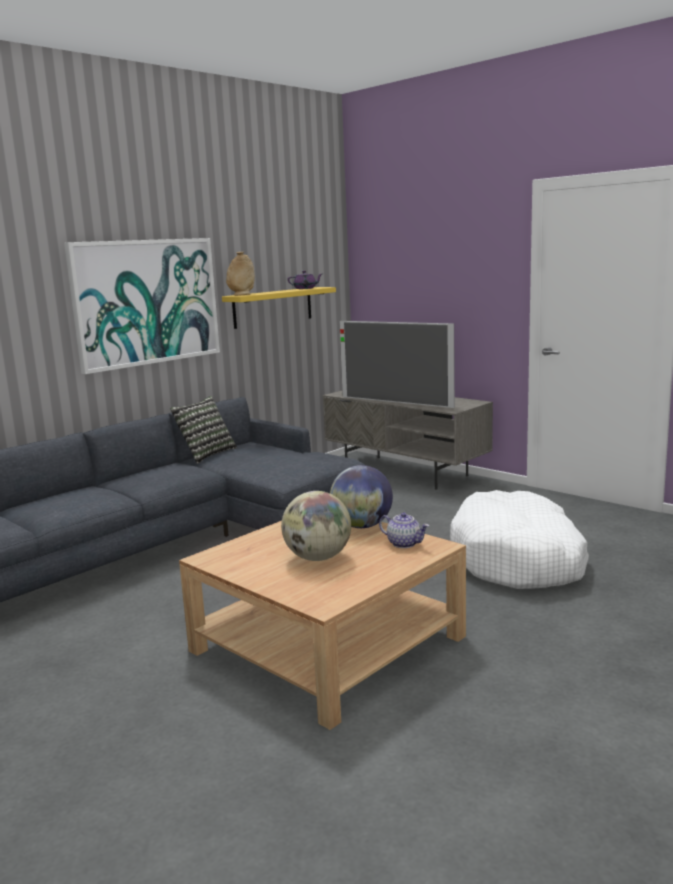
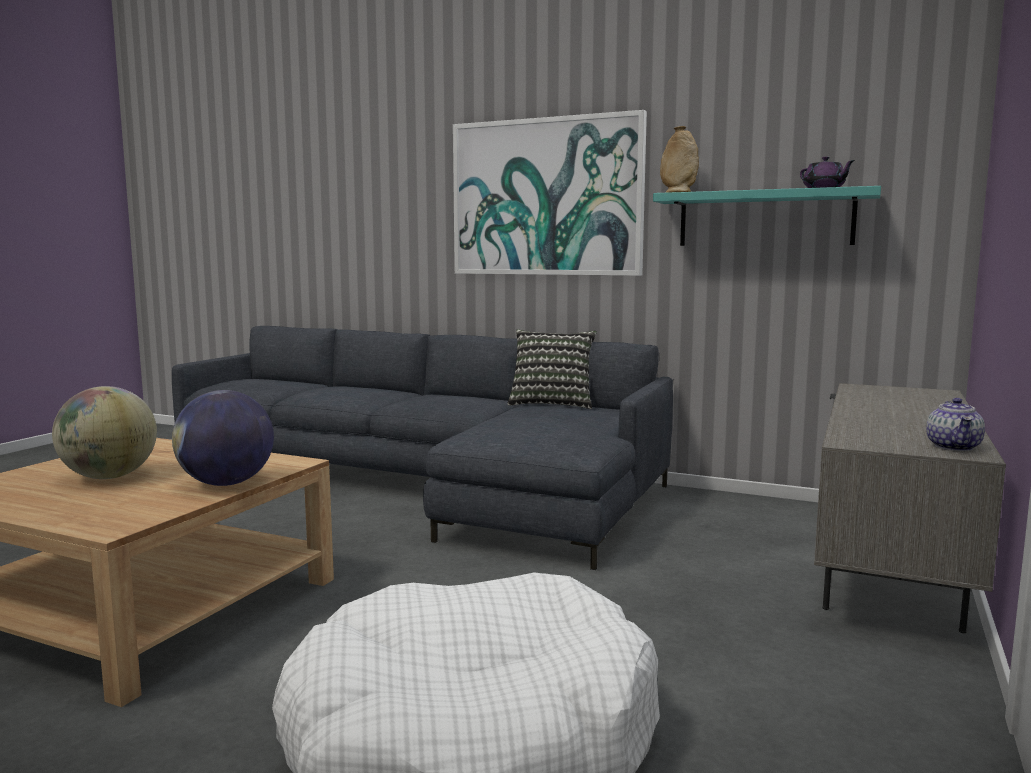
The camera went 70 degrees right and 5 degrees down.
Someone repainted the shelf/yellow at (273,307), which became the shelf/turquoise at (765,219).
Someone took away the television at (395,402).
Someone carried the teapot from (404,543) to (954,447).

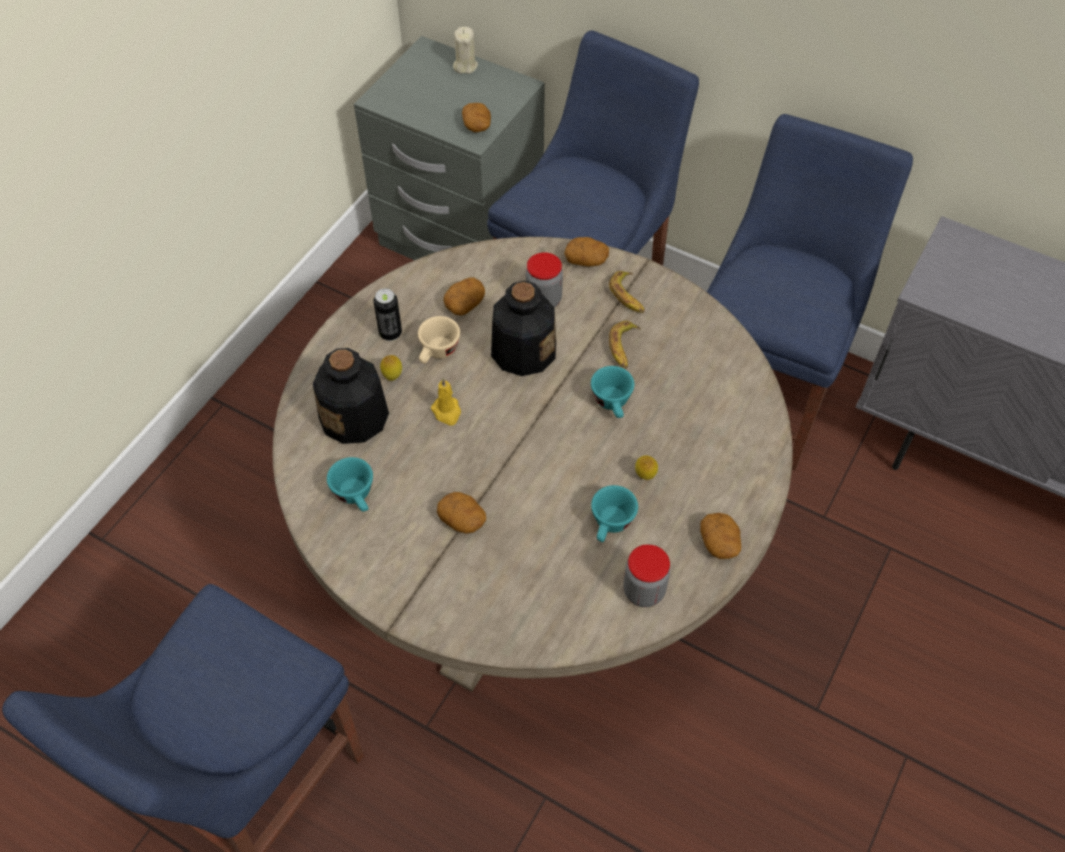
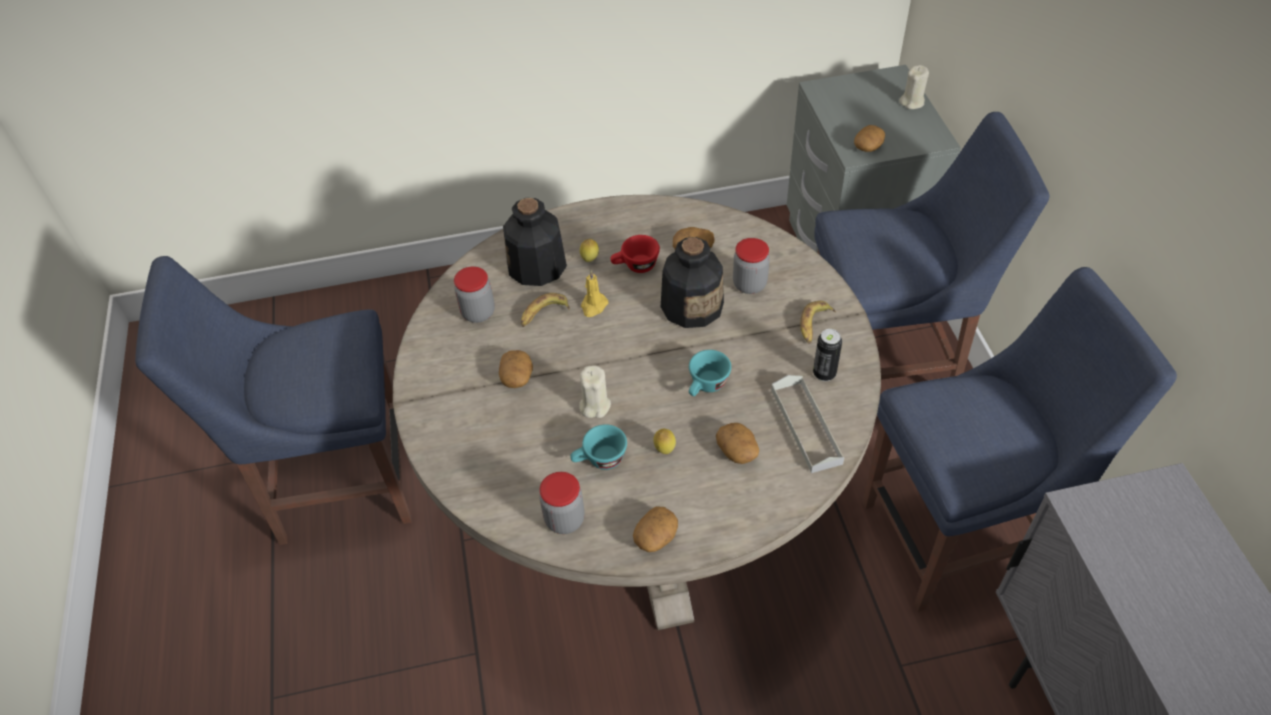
The camera went 50 degrees right and 5 degrees down.
Someone carried the potato from (586,260) to (737,451).
Someone carried the can from (390,333) to (824,373).
Someone repainted the cup/beige at (437,353), which became the cup/red at (635,266).
Someone carried the banana from (623,348) to (543,314).
Someone swapped the cup/turquoise at (356,496) for the jar at (478,312).
Someone put down the candle/beige at (594,405).
Someone put down the tray/grey at (806,426).

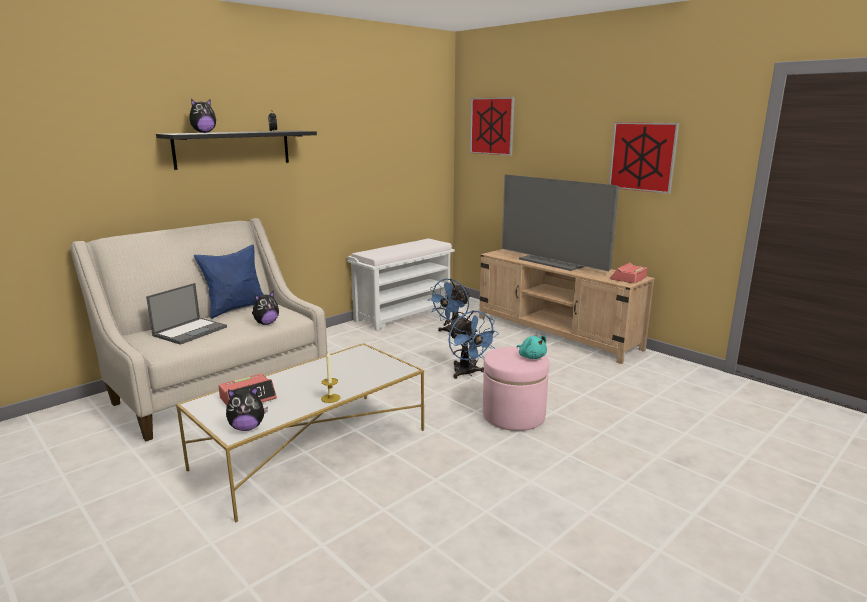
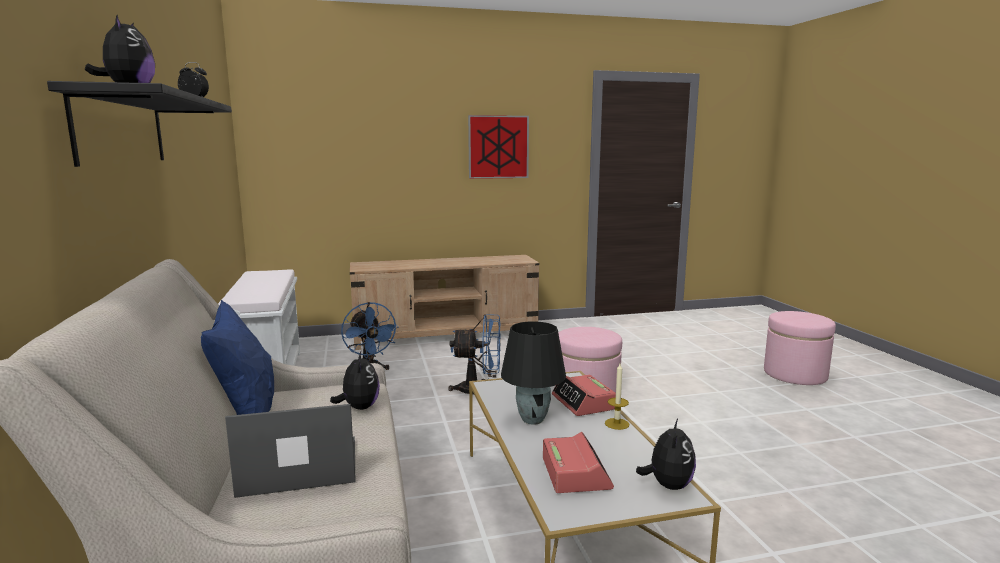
The camera went 60 degrees left and 5 degrees down.
Someone took away the picture at (492,126).
Someone took away the television at (554,262).
Someone carried the alarm clock from (628,278) to (583,403).
Someone rotated the laptop at (190,331) by 75 degrees counterclockwise.
Someone took away the plush toy/turquoise at (531,357).
Someone put down the ottoman/pink at (795,374).
Someone put down the table lamp/black at (532,419).

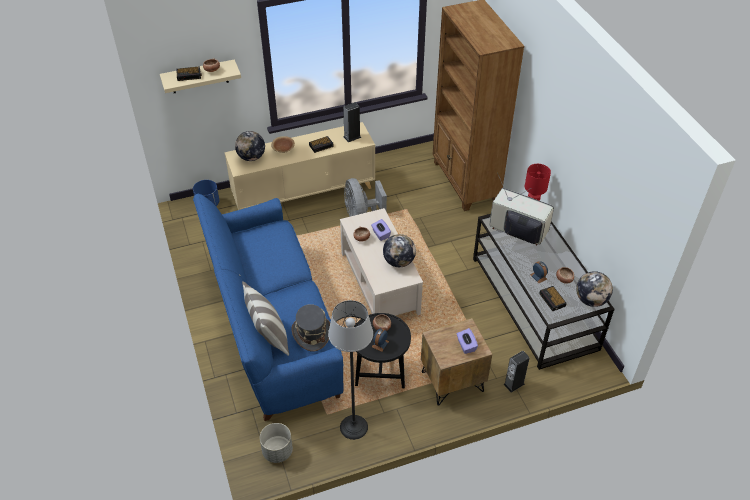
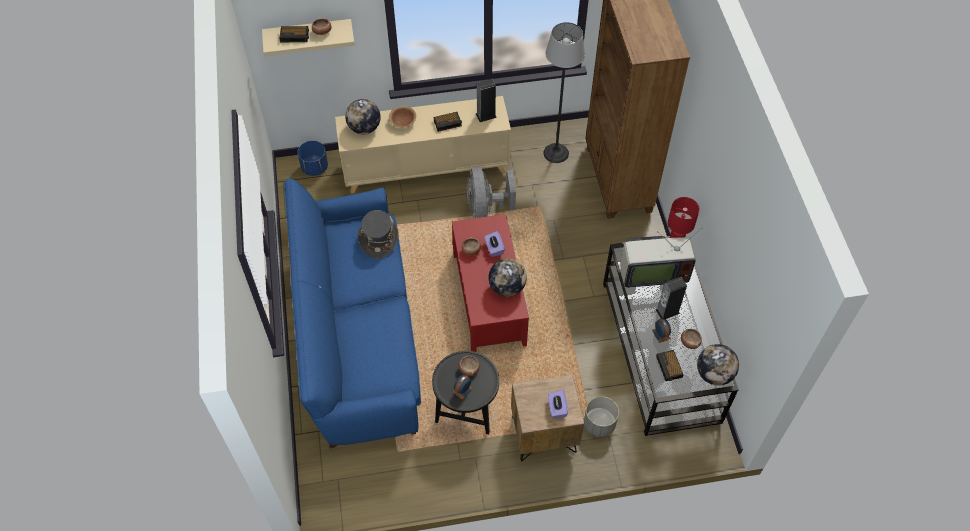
The camera went 10 degrees right and 10 degrees up.
Someone rotated the television at (518,232) by 135 degrees clockwise.
Someone repainted the coffee table/beige at (379,283), which became the coffee table/red at (488,299).
Someone took away the pillow at (268,336).
Someone carried the floor lamp from (354,427) to (556,153).
Someone carried the hat/grey from (311,333) to (378,239).
Someone carried the speaker from (514,384) to (667,311).
Someone carried the planter/grey from (277,451) to (599,424).

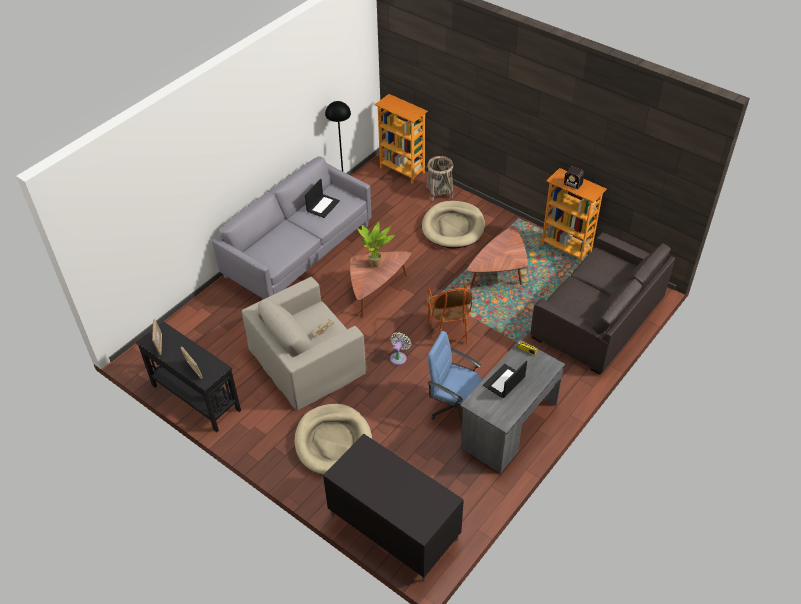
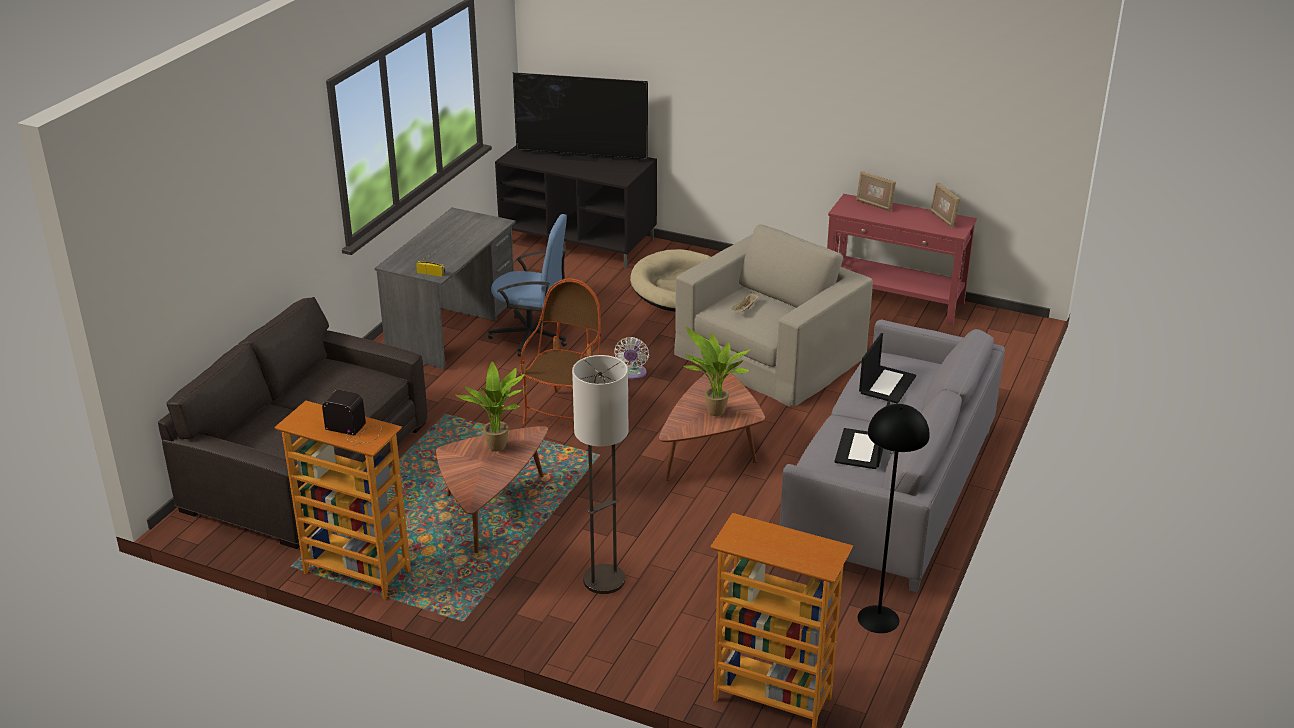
The camera went 165 degrees right and 15 degrees down.
Someone took away the basket at (439,192).
Someone swapped the dog bed/beige at (453,227) for the floor lamp at (604,580).
Someone rotated the armchair at (448,331) by 45 degrees clockwise.
Someone repainted the console table/black at (196,397), which became the console table/red at (894,301).
Someone carried the laptop from (504,382) to (887,384).
Someone put down the television at (581,156).
Someone put down the potted plant at (499,448).

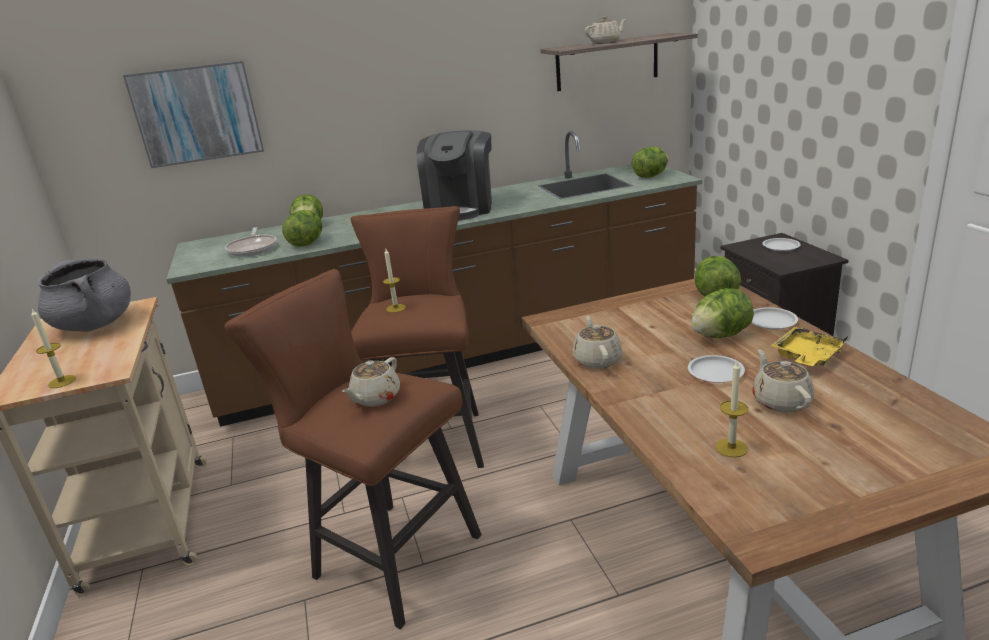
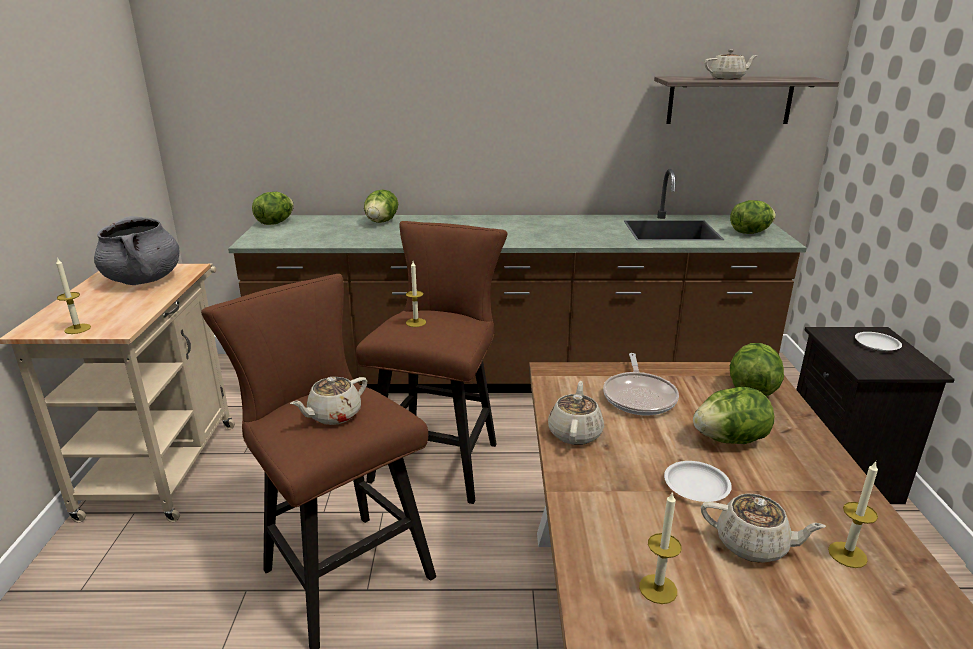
The camera went 15 degrees right and 0 degrees up.
Someone took away the picture at (197,114).
Someone took away the coffee machine at (461,208).
Someone carried the lettuce from (307,243) to (275,223).
Someone carried the frying pan from (253,249) to (639,396).
Someone took away the plate/white at (771,322).
Someone took away the tray/yellow at (806,356).
Someone rotated the teapot/beige at (781,401) by 105 degrees clockwise.
Someone put down the candle at (847,554).

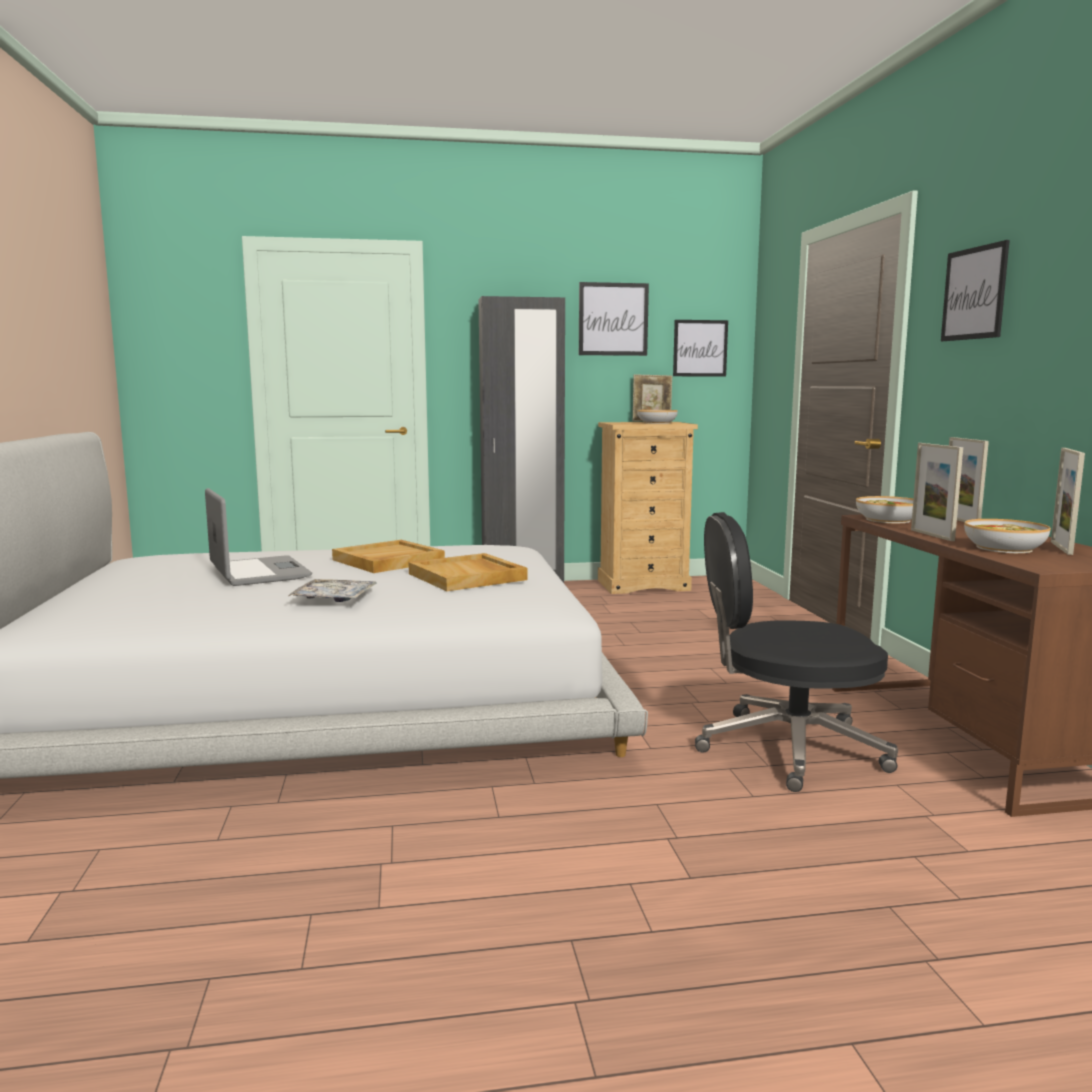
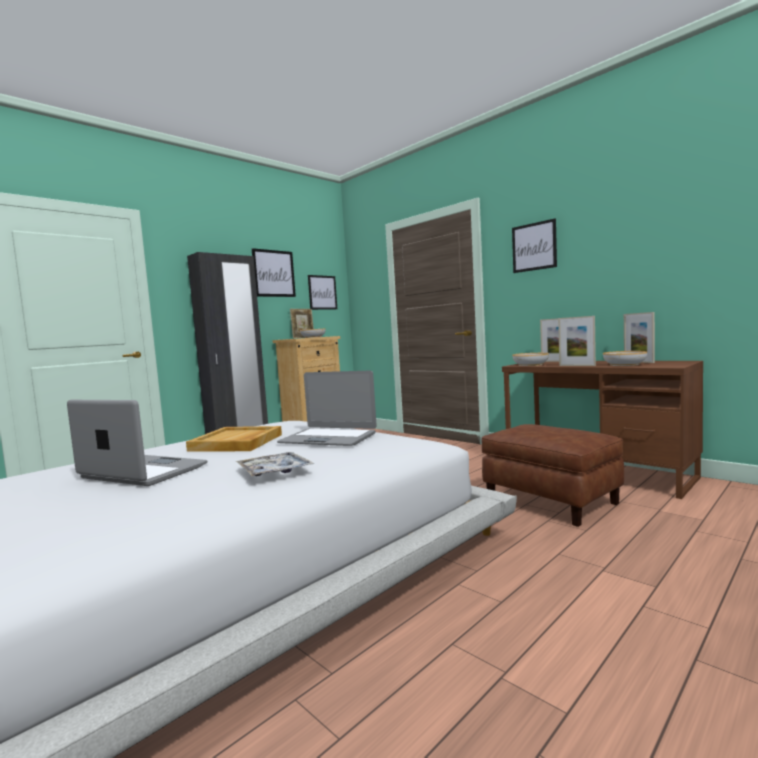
The camera went 35 degrees left and 5 degrees down.
Someone swapped the office chair/black at (787,749) for the ottoman/brown at (550,501).
Someone swapped the tray/beige at (468,577) for the laptop at (328,438).

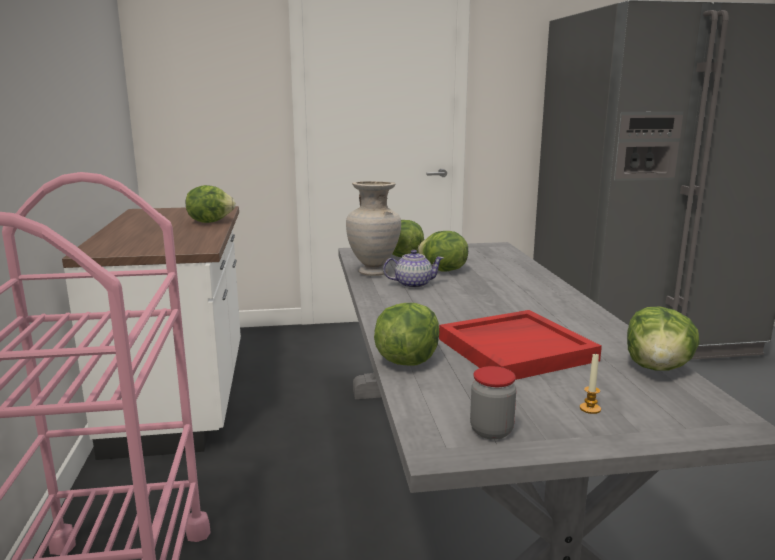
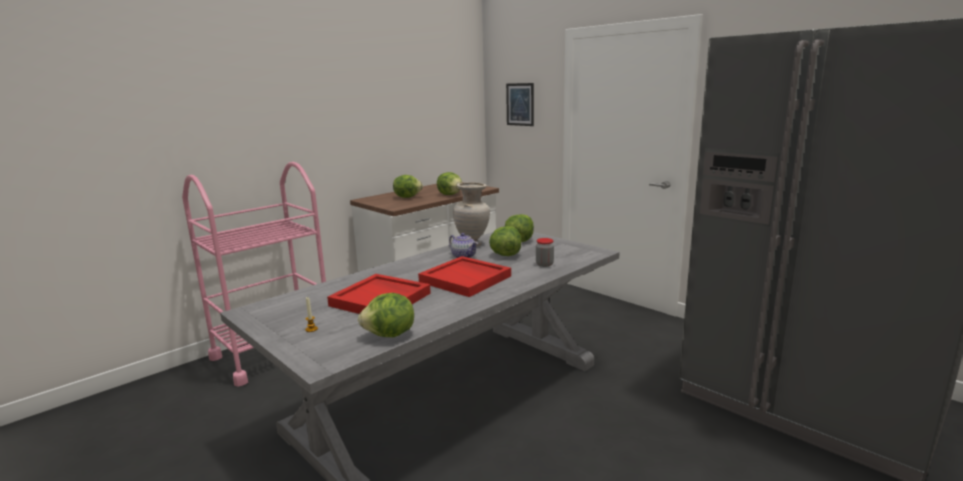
The camera went 55 degrees right and 0 degrees up.
Someone carried the lettuce from (406,360) to (407,197).
Someone carried the jar from (491,431) to (544,264).
Someone put up the picture at (520,104).
Someone put down the tray/red at (466,279).

